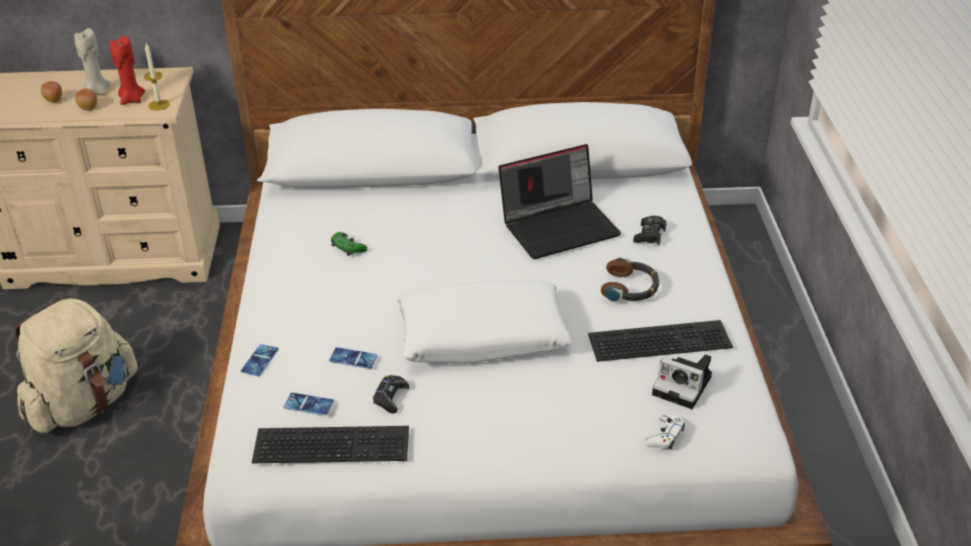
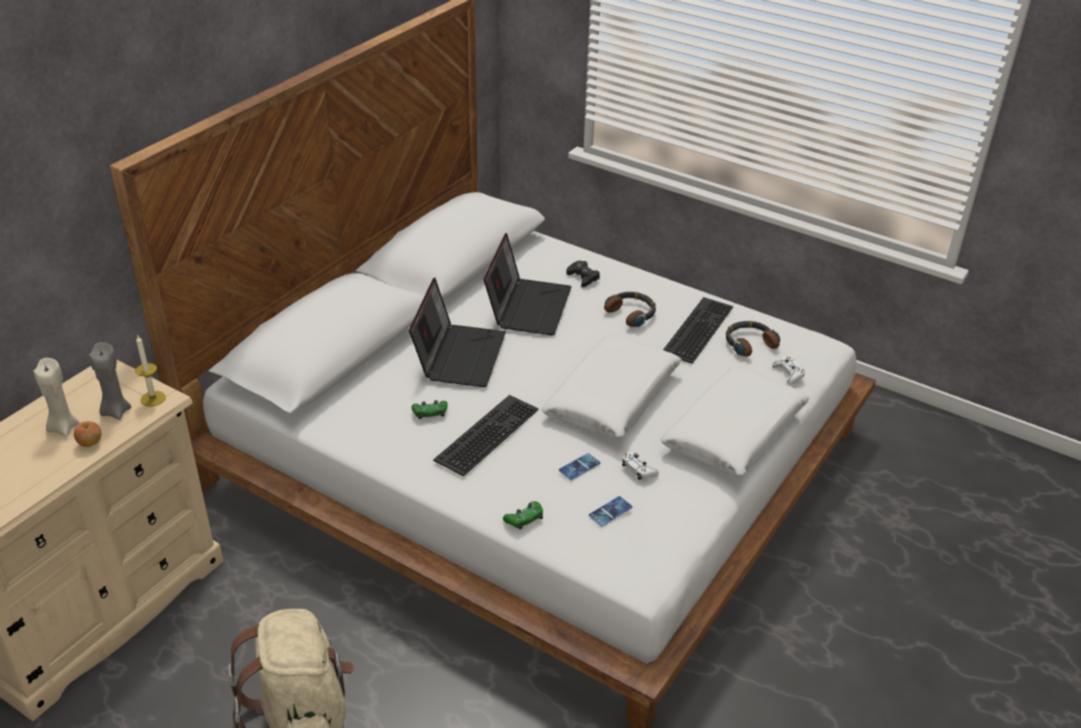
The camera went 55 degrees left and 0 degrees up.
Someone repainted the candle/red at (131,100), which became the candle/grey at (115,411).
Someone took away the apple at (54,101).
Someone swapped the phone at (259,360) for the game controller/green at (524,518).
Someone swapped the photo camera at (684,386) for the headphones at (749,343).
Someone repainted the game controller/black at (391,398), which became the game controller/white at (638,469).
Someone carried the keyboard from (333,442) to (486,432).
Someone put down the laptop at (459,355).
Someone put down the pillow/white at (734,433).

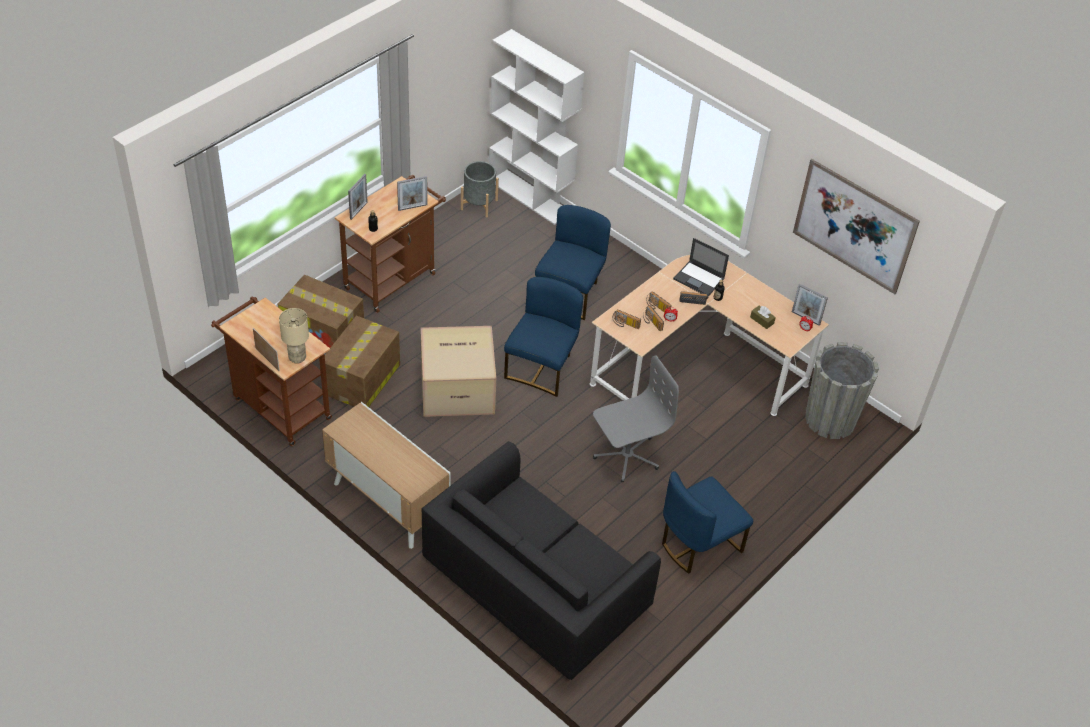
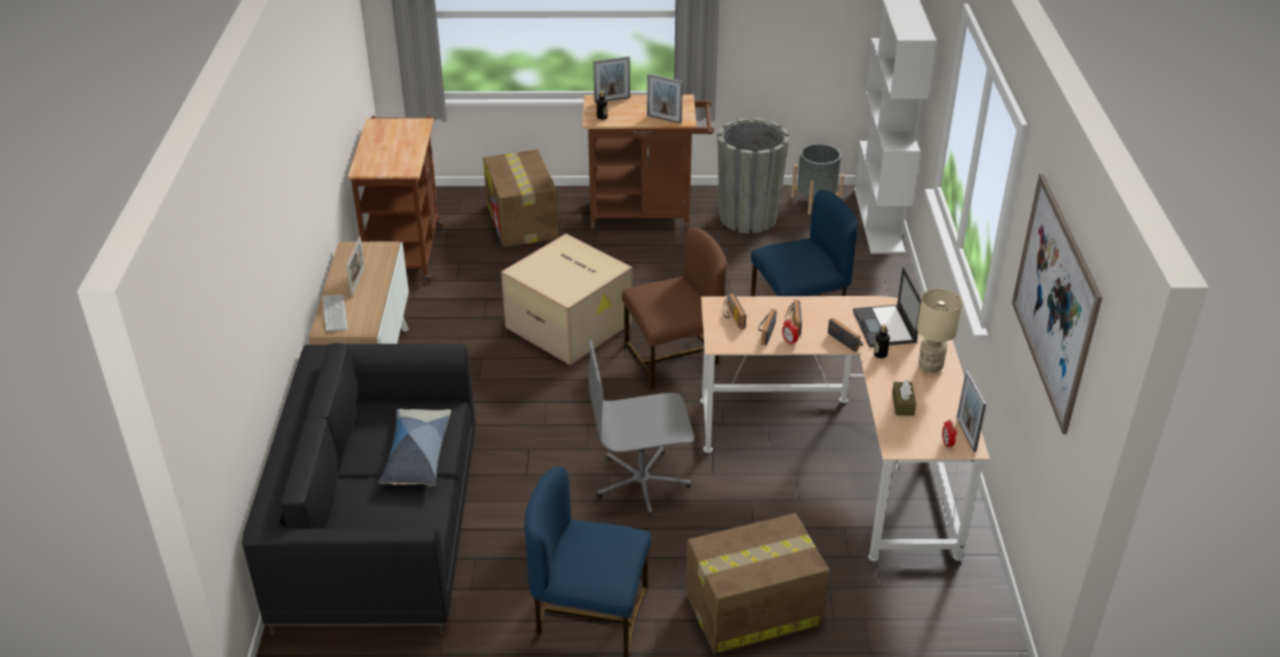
The camera went 50 degrees right and 10 degrees down.
Someone repainted the chair/blue at (542,368), which became the chair/brown at (674,357).
Someone carried the table lamp/beige from (297,358) to (930,366).
Someone carried the cardboard box from (361,380) to (751,610).
Someone carried the picture frame from (267,359) to (358,281).
Someone carried the planter/grey from (830,420) to (748,217).
Someone rotated the office chair/grey at (626,455) by 150 degrees clockwise.
Someone put down the keyboard at (334,314).
Someone put down the pillow at (416,455).

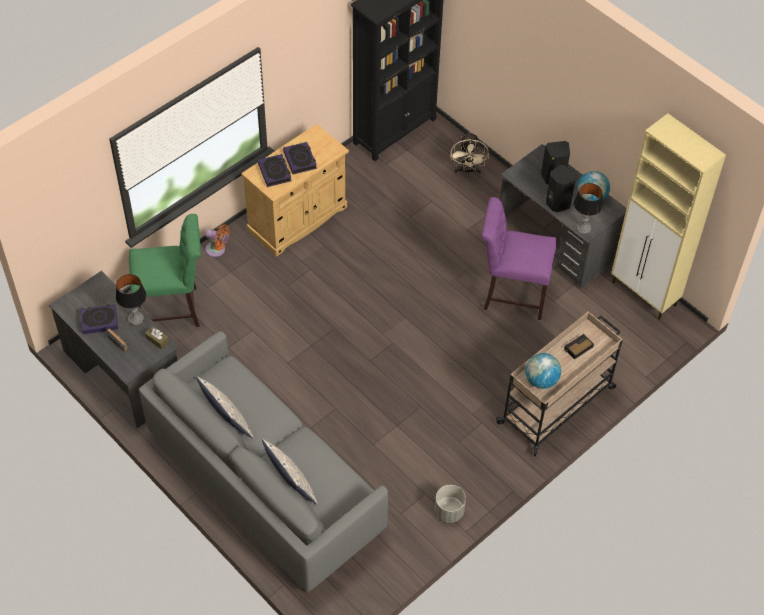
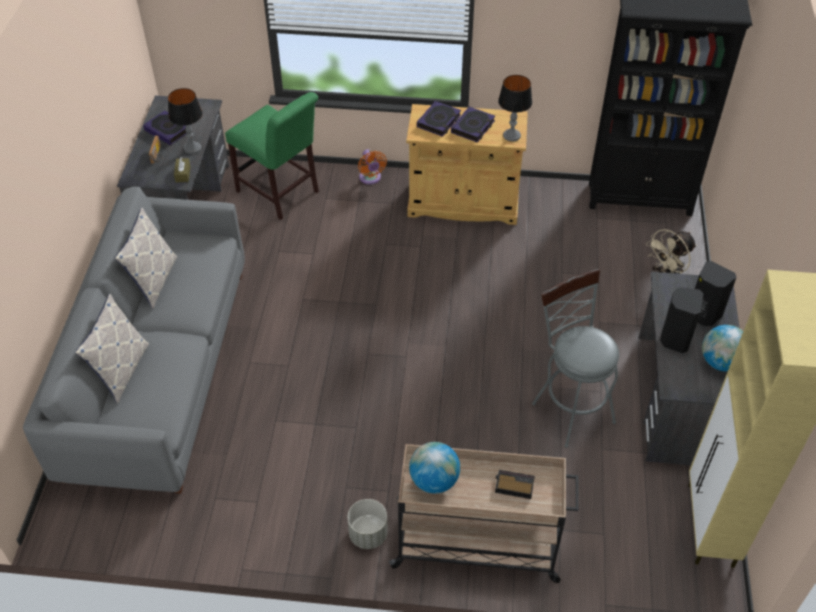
The camera went 50 degrees right and 5 degrees down.
Someone carried the table lamp from (583,227) to (511,135).
Someone swapped the chair/purple at (511,293) for the stool/grey at (569,408).
Someone carried the planter/grey from (449,511) to (368,534).

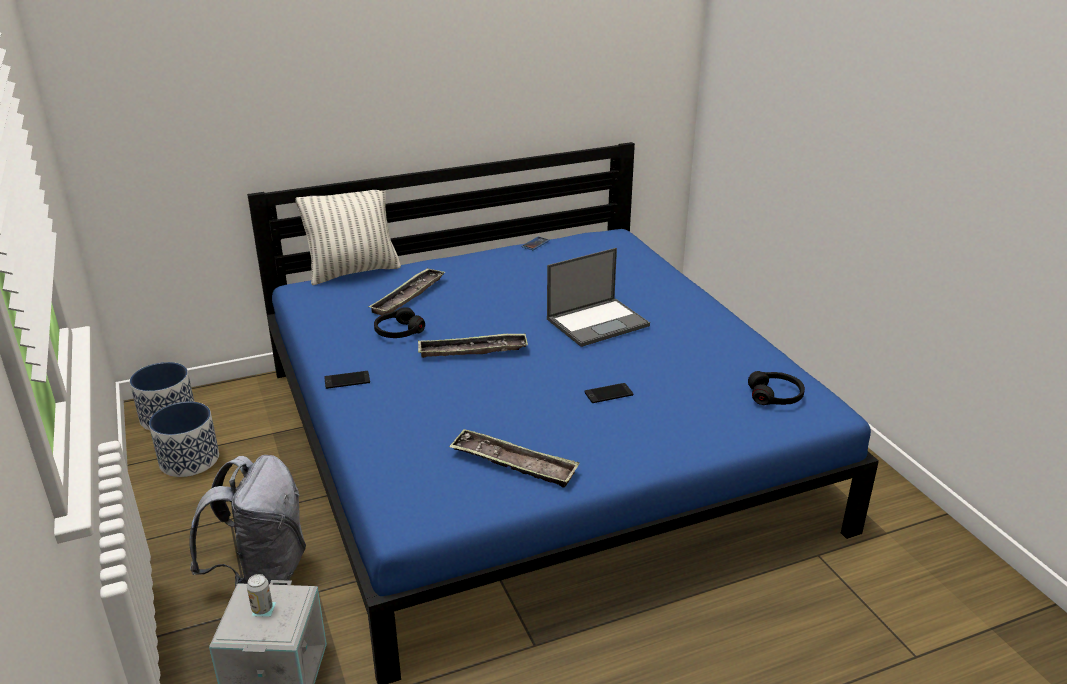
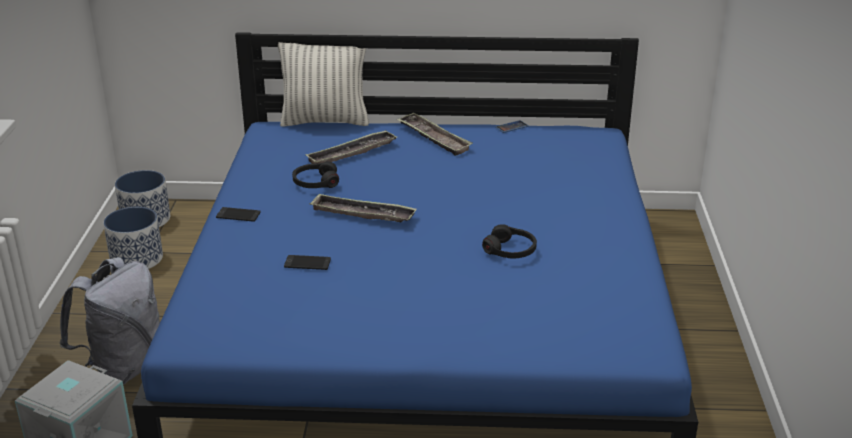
The camera went 25 degrees right and 0 degrees up.
Someone took away the laptop at (598,322).
Someone carried the headphones/black from (775,396) to (510,250).
Someone carried the phone from (608,394) to (307,263).
Someone carried the tray from (513,463) to (434,138).
Someone took away the can at (262,608).

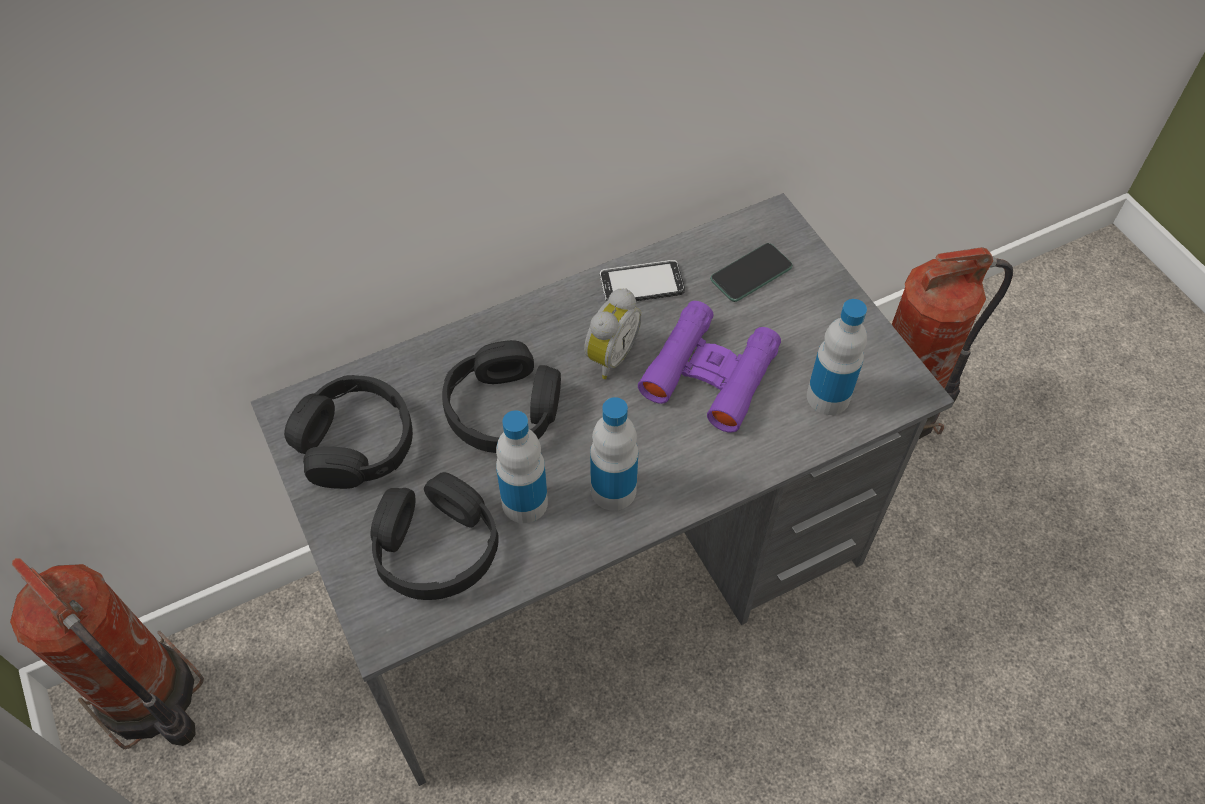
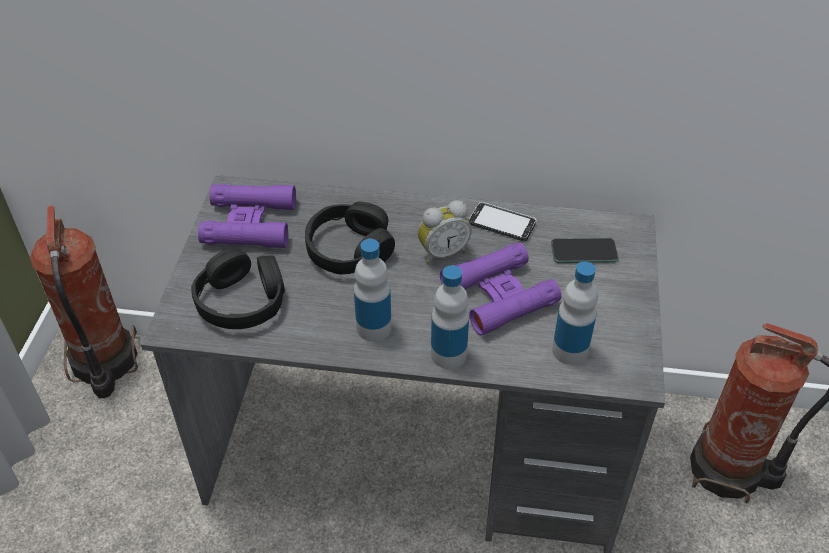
The camera went 35 degrees right and 10 degrees down.
Someone swapped the headphones/black at (355,443) for the binoculars/purple at (249,223).
Someone carried the bottle from (524,502) to (448,354).

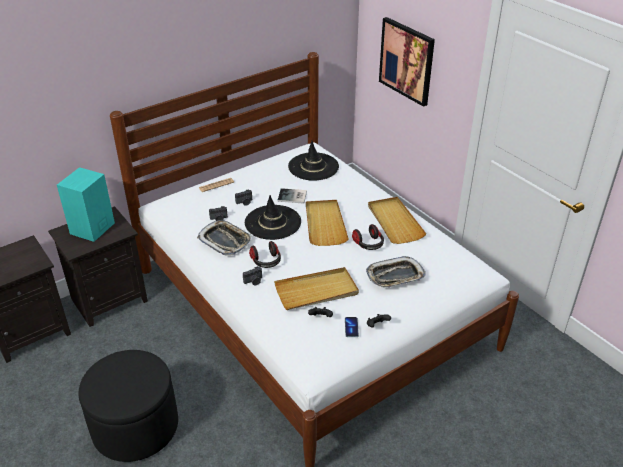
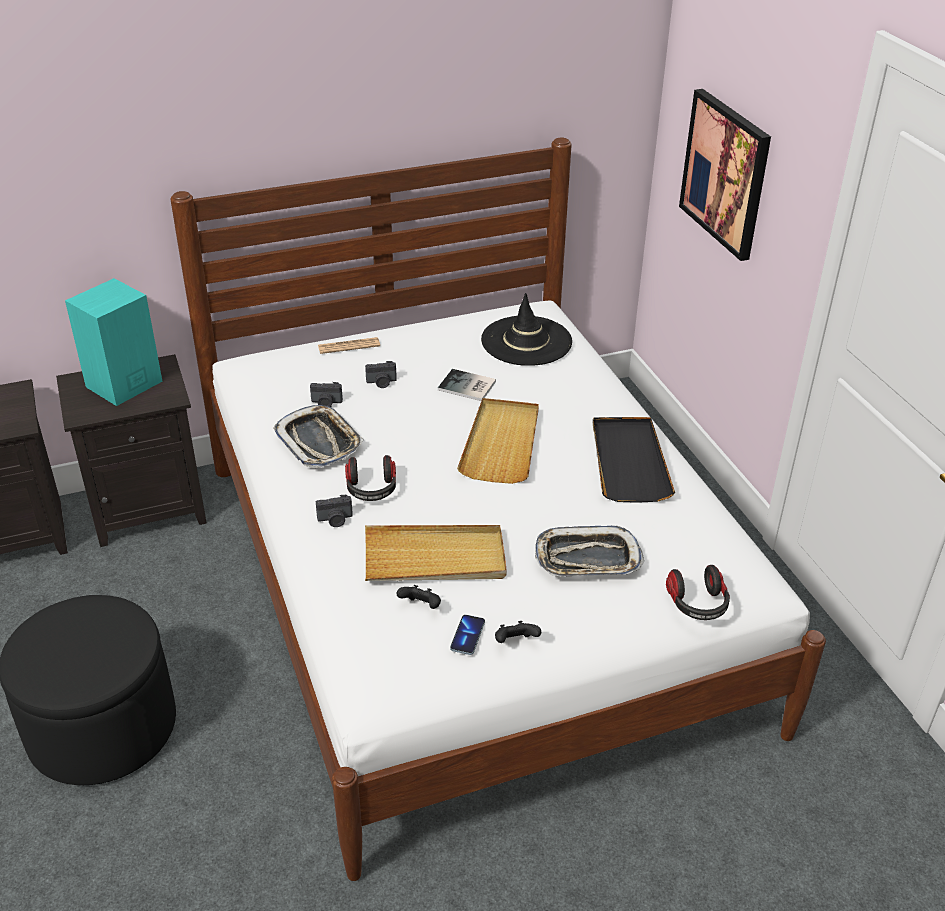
The camera went 15 degrees right and 0 degrees up.
Someone took away the hat/black at (273,222).
Someone repainted the tray/beige at (394,222), which became the tray/black at (629,462).
Someone carried the headphones from (368,244) to (697,605).

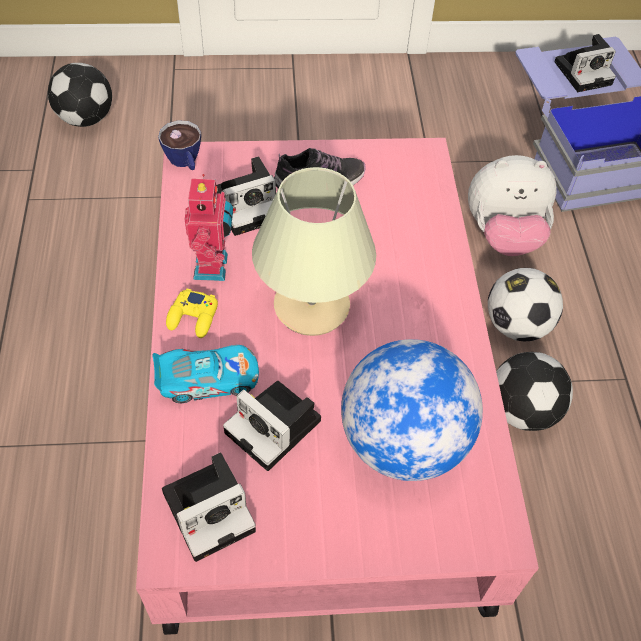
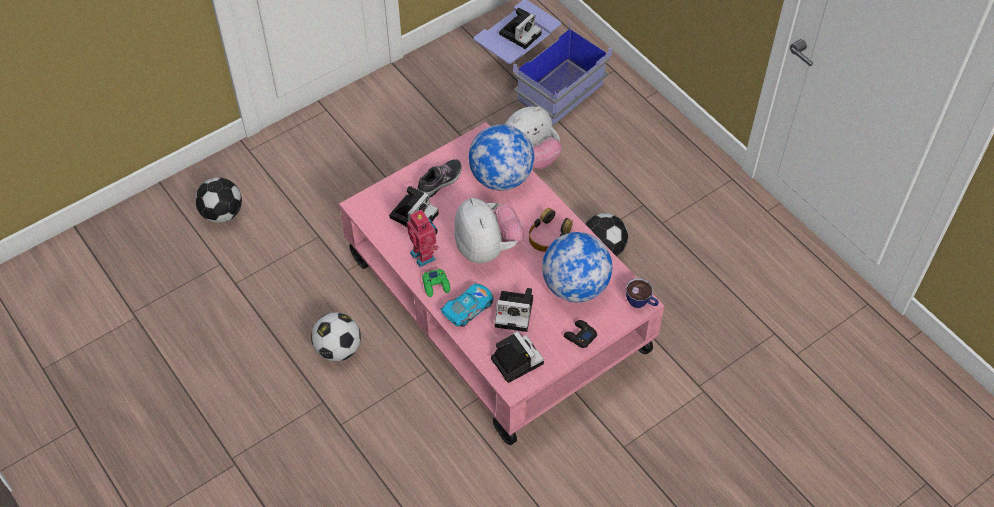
The camera went 30 degrees left and 0 degrees up.
Someone carried the cup from (185,162) to (641,302).
Someone swapped the table lamp/beige at (311,305) for the plush toy at (487,248).
Someone carried the football from (516,325) to (338,349).
Someone repainted the game controller/yellow at (193,317), which became the game controller/green at (436,285).
Someone rotated the photo camera at (211,508) by 60 degrees counterclockwise.
Someone put down the globe at (501,178).
Someone put down the headphones at (548,235).
Someone put down the game controller/black at (579,336).

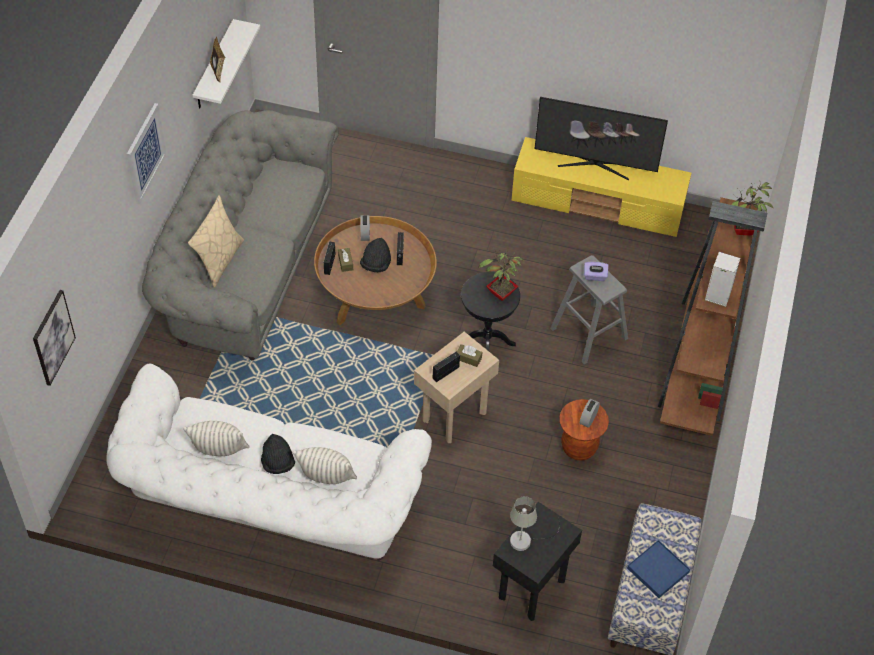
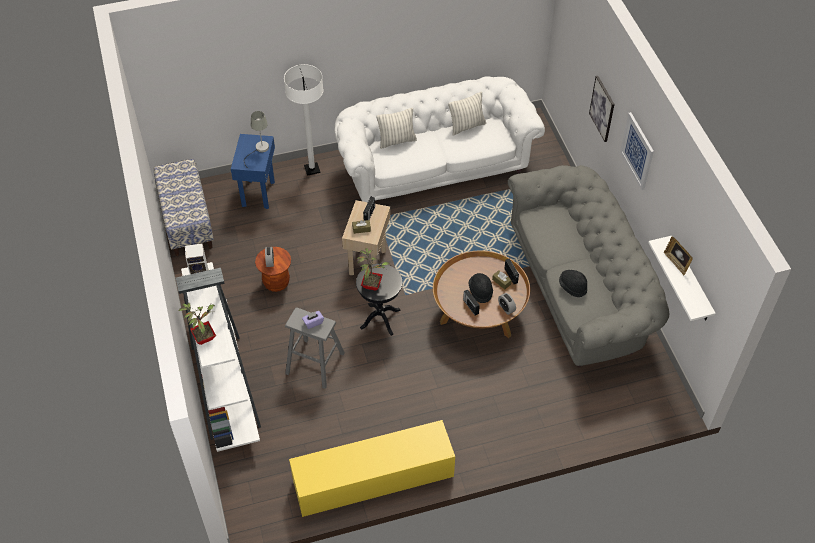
The camera went 150 degrees right and 0 degrees up.
Someone took away the television at (594,164).
Someone took away the pillow/beige at (219,260).
Someone repainted the bookcase/brown at (700,361), which became the bookcase/white at (224,384).
Someone carried the picture from (53,337) to (602,108).
Someone carried the hat/black from (278,462) to (572,287).
Someone repainted the side table/black at (531,588), which became the side table/blue at (258,193).
Someone took away the tray/blue at (658,570).
Someone put down the floor lamp/white at (312,169).

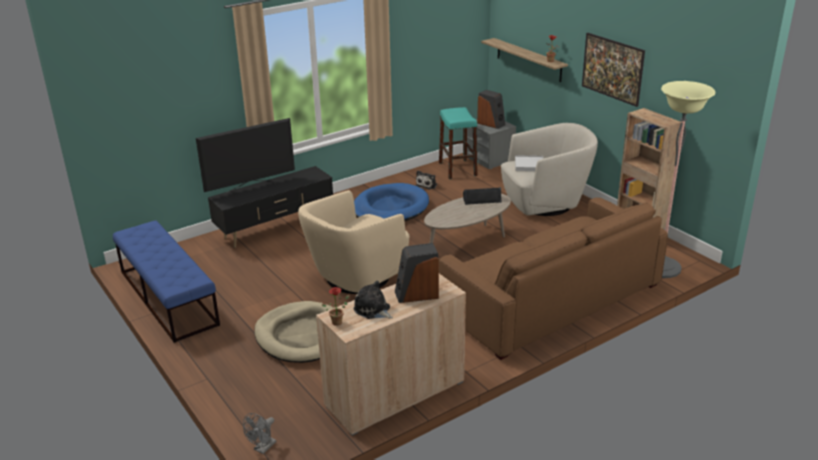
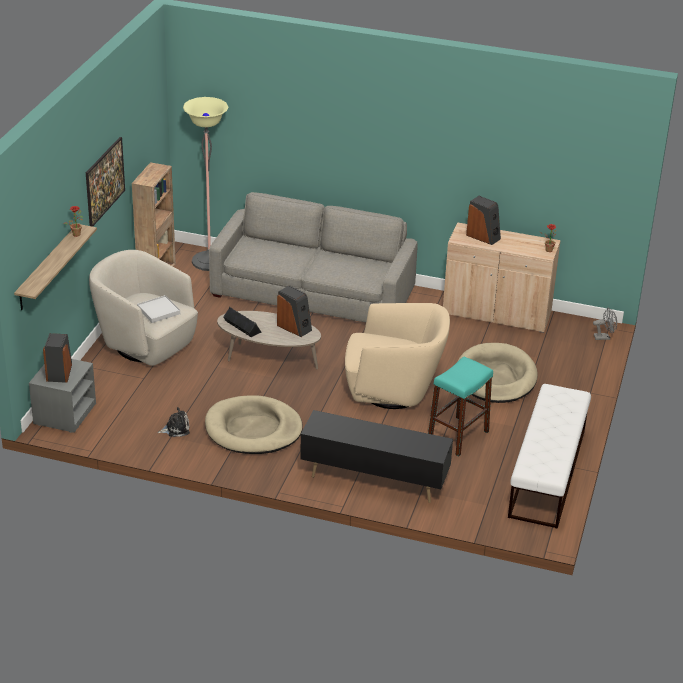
The camera went 130 degrees left and 5 degrees up.
Someone carried the stool/turquoise from (457,169) to (458,436).
Someone took away the television at (251,187).
Someone repainted the dog bed/blue at (390,208), which became the dog bed/beige at (253,429).
Someone repainted the sofa/brown at (551,299), which became the sofa/grey at (313,292).
Someone repainted the bench/blue at (168,297), which became the bench/white at (547,473).
Someone took away the plush toy at (373,310).
Someone put down the speaker at (294,327).

